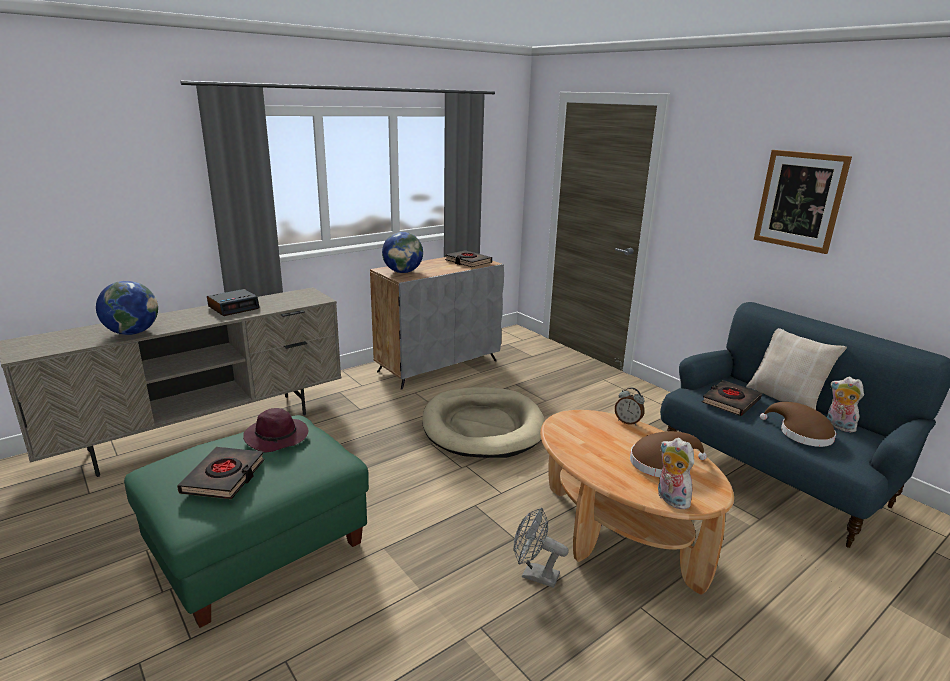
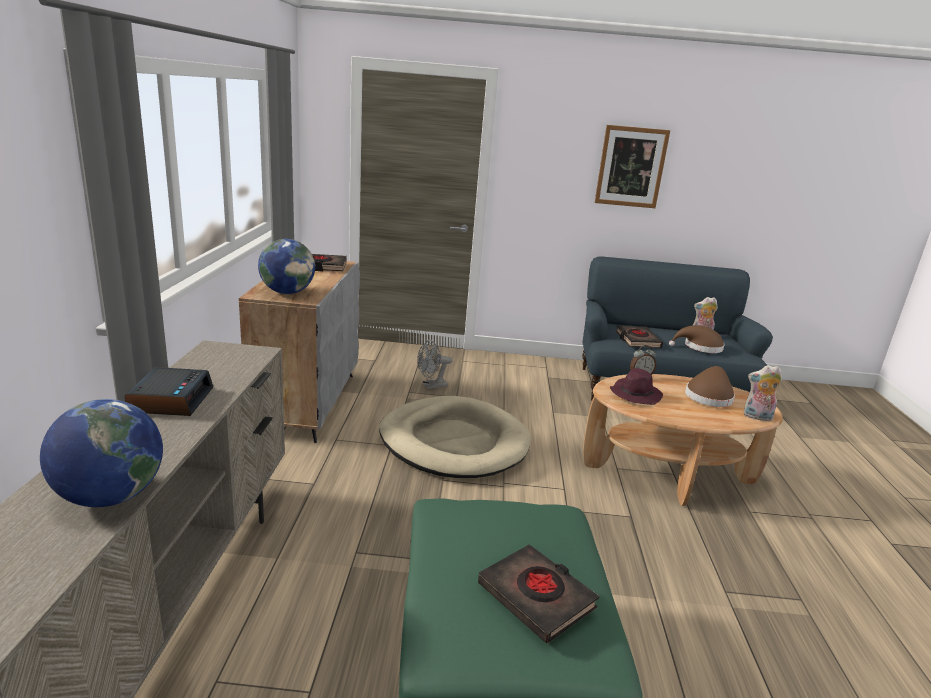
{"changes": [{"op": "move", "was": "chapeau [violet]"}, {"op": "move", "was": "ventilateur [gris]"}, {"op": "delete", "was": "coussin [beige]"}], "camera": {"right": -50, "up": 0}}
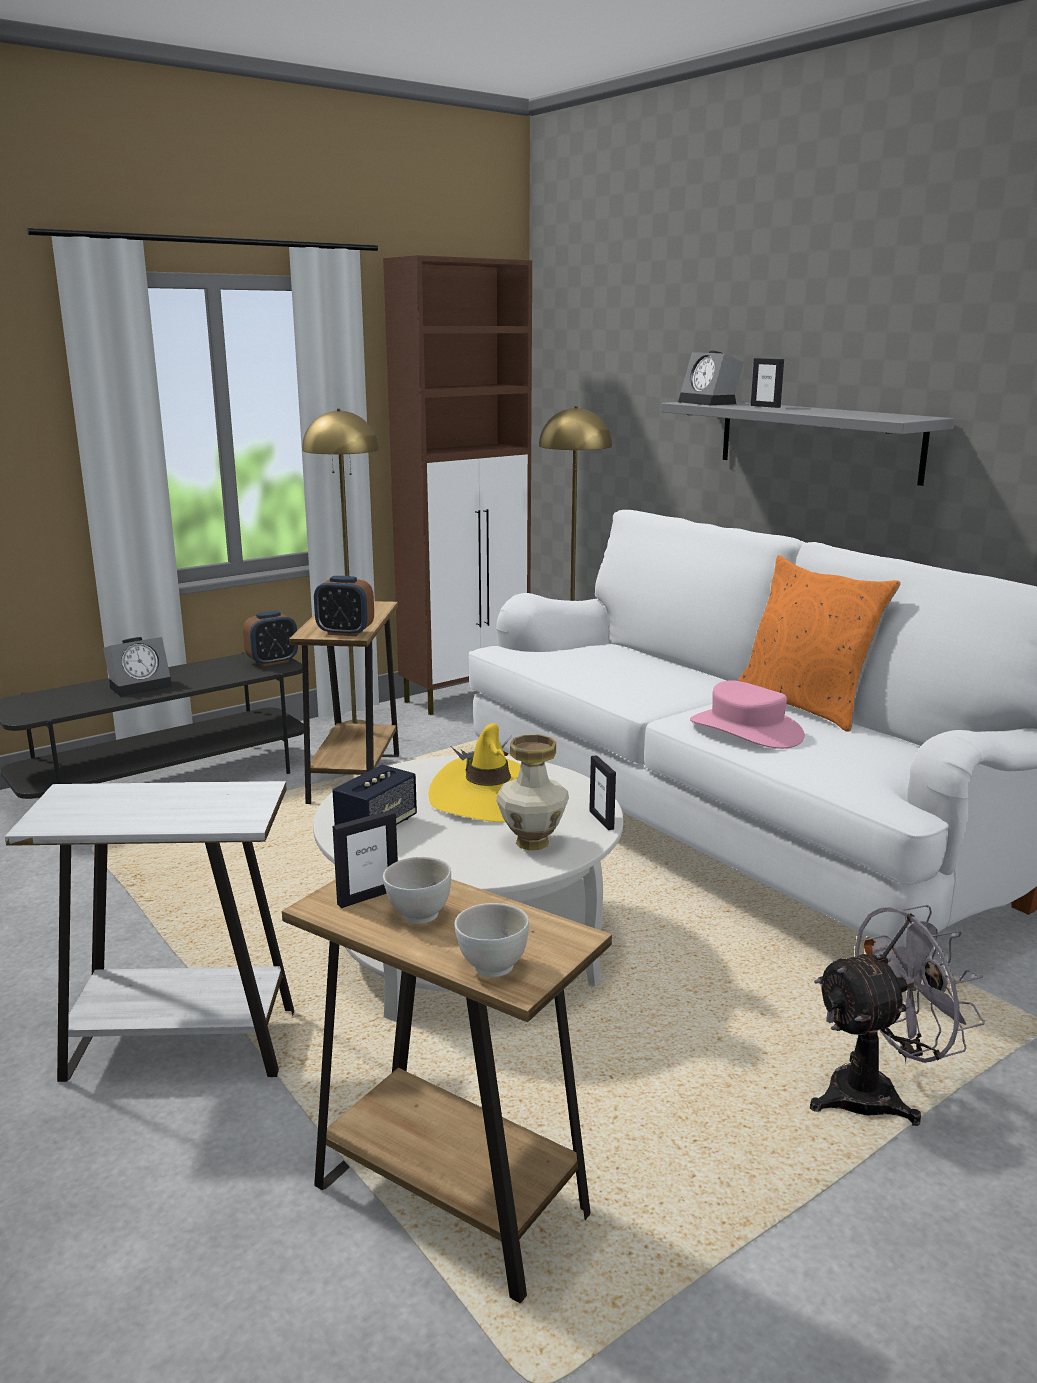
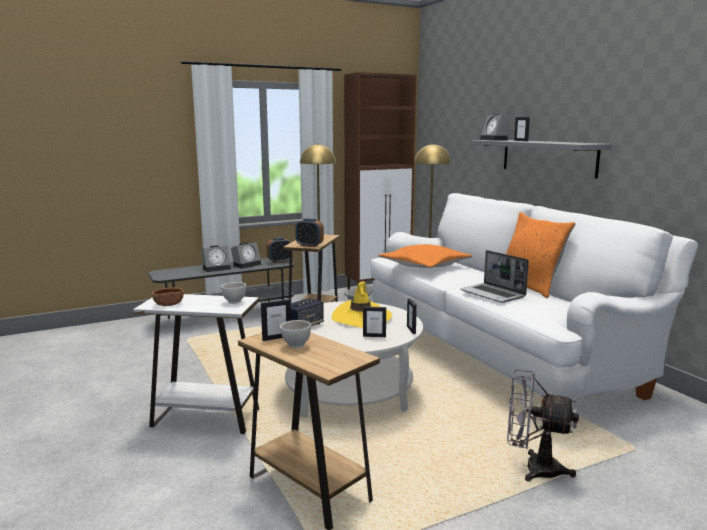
{"changes": [{"op": "move", "was": "bol [blanc] (2nd from left in the first image)", "now": "bol [blanc] (1st from left)"}, {"op": "replace", "was": "vase", "now": "cadre photo (2nd from left)"}, {"op": "replace", "was": "chapeau [rose]", "now": "ordinateur portable"}, {"op": "rotate", "was": "ventilateur [gris]", "clockwise": -150}, {"op": "insert", "now": "bol [marron]"}, {"op": "insert", "now": "réveil (2nd from left)"}, {"op": "insert", "now": "coussin [orange] (1st from left)"}], "camera": {"right": 10, "up": -5}}
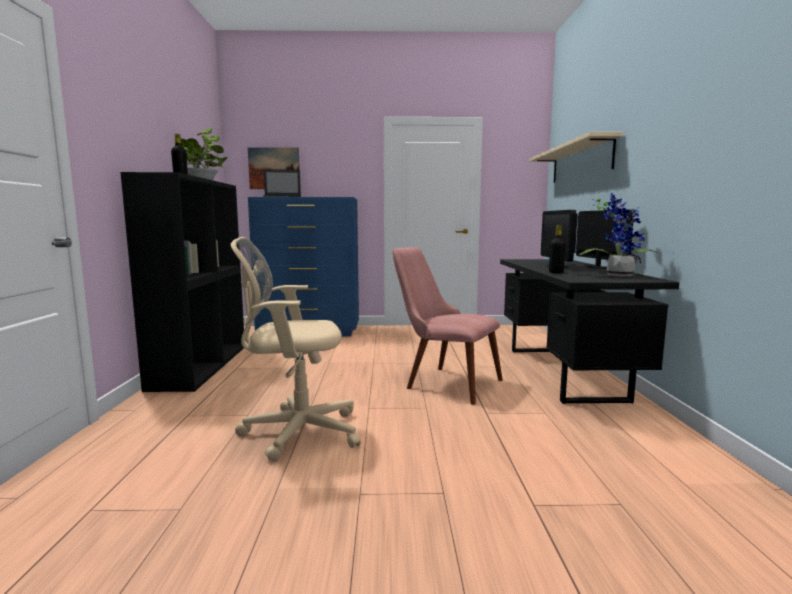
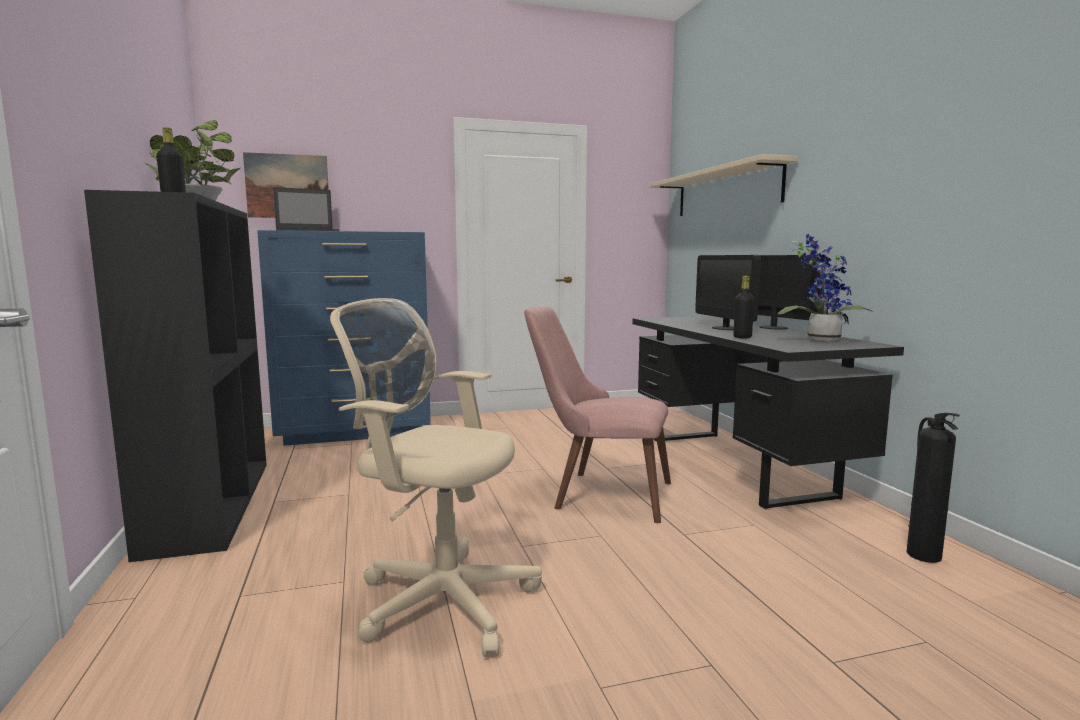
{"changes": [{"op": "rotate", "was": "chaise de bureau [beige]", "clockwise": 45}, {"op": "insert", "now": "extincteur"}], "camera": {"right": -15, "up": 0}}
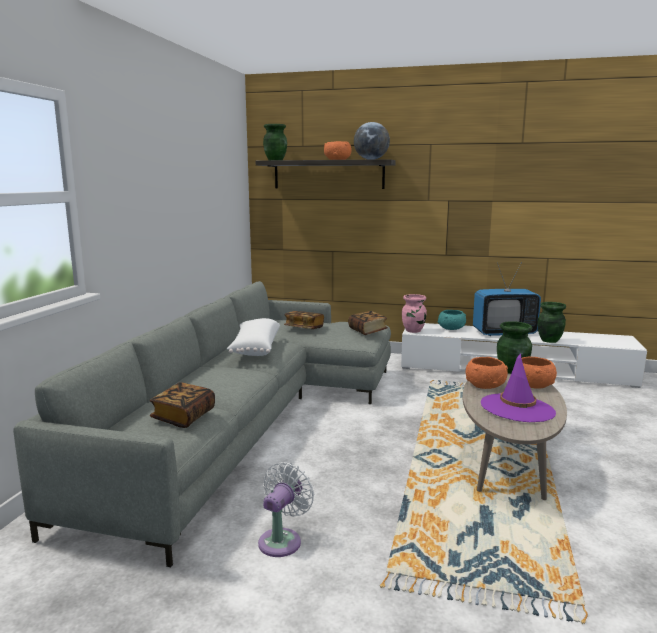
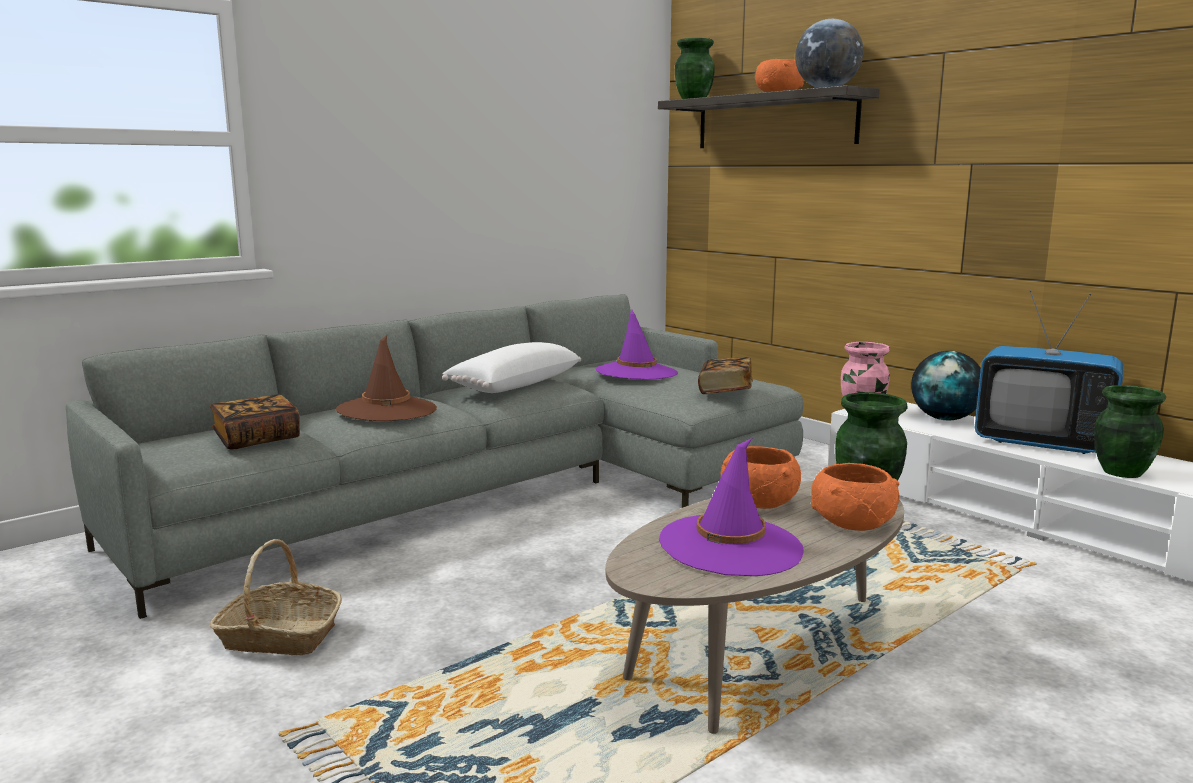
{"changes": [{"op": "replace", "was": "ventilateur [blanc]", "now": "panier"}, {"op": "replace", "was": "livre (2nd from left)", "now": "chapeau [violet] (1st from left)"}, {"op": "replace", "was": "bol [turquoise]", "now": "globe (2nd from left)"}, {"op": "insert", "now": "chapeau [marron]"}], "camera": {"right": 35, "up": 0}}
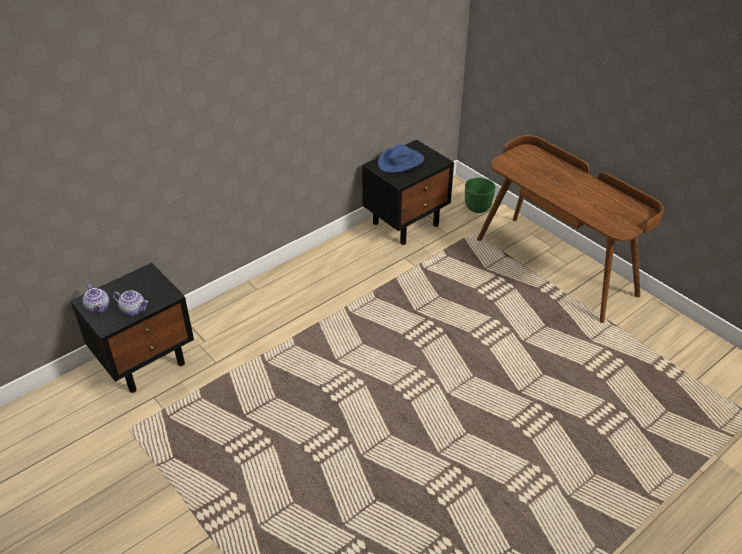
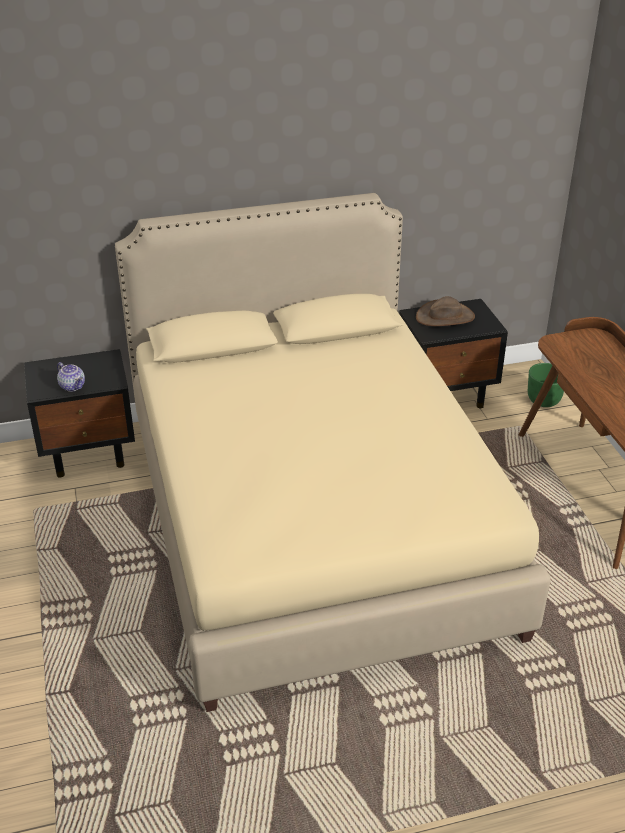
{"changes": [{"op": "delete", "was": "théière (1st from left)"}, {"op": "recolor", "was": "chapeau [bleu]", "now": "chapeau [marron]"}, {"op": "insert", "now": "lit [beige]"}], "camera": {"right": 25, "up": -5}}
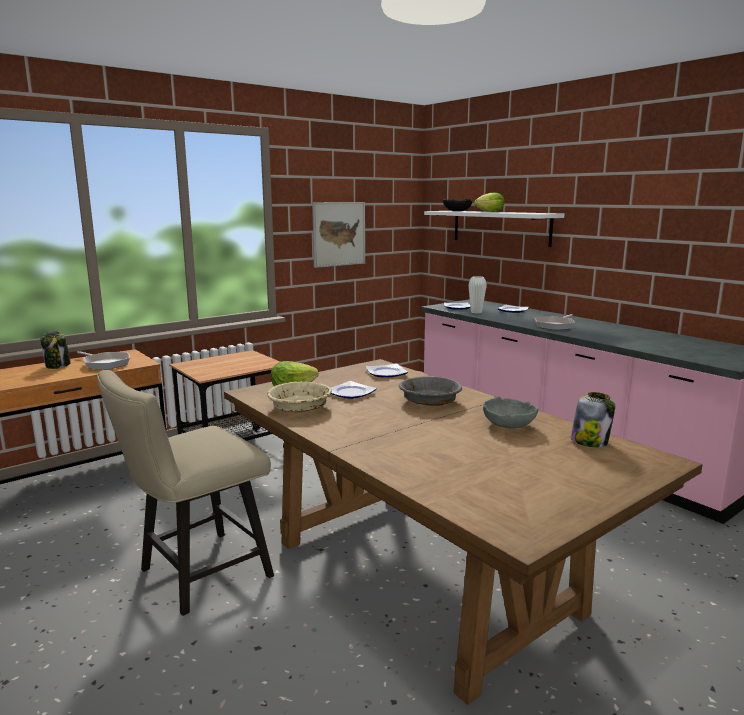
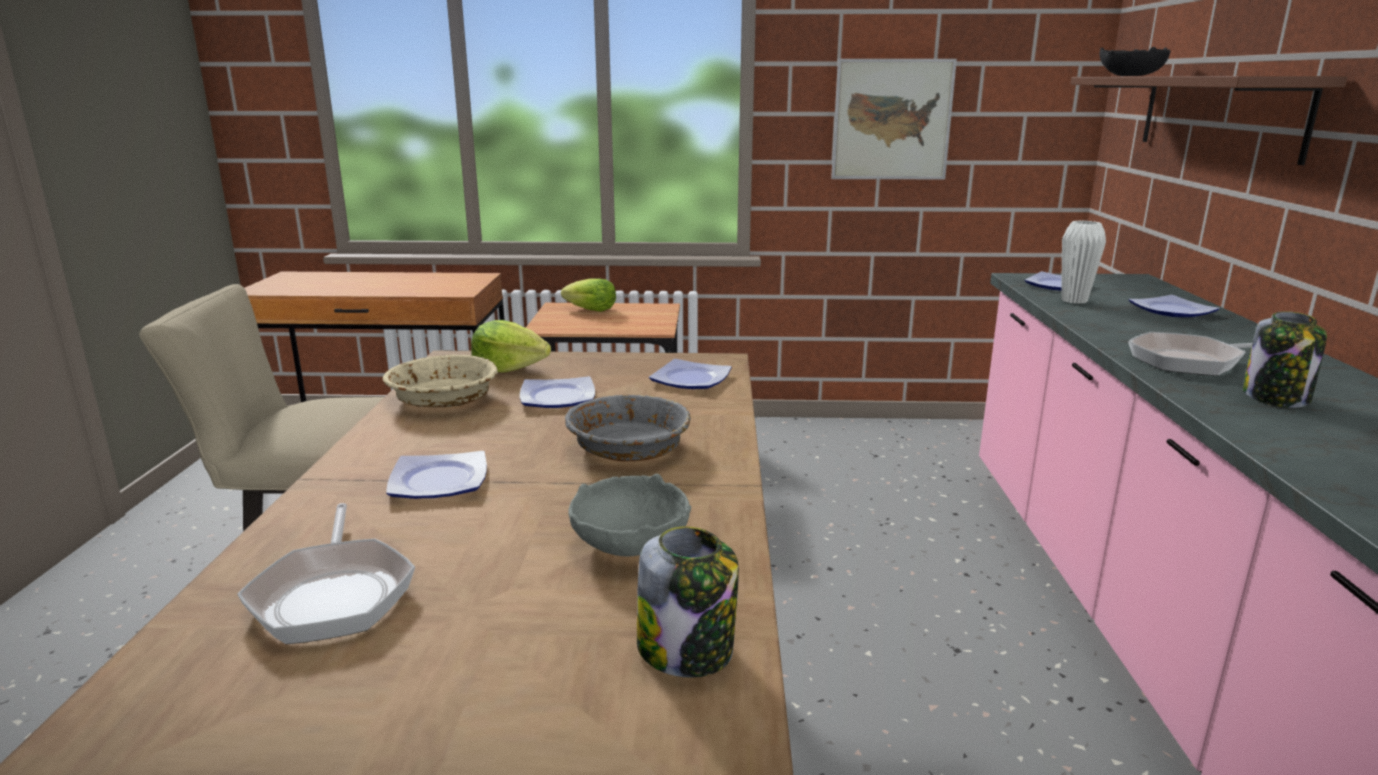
{"changes": [{"op": "move", "was": "bocal (1st from left in the first image)", "now": "bocal (2nd from left)"}, {"op": "move", "was": "poêle (1st from left)"}, {"op": "recolor", "was": "étagère [blanc]", "now": "étagère [marron]"}, {"op": "move", "was": "laitue (2nd from left)"}, {"op": "insert", "now": "assiette (1st from left)"}], "camera": {"right": 40, "up": 5}}
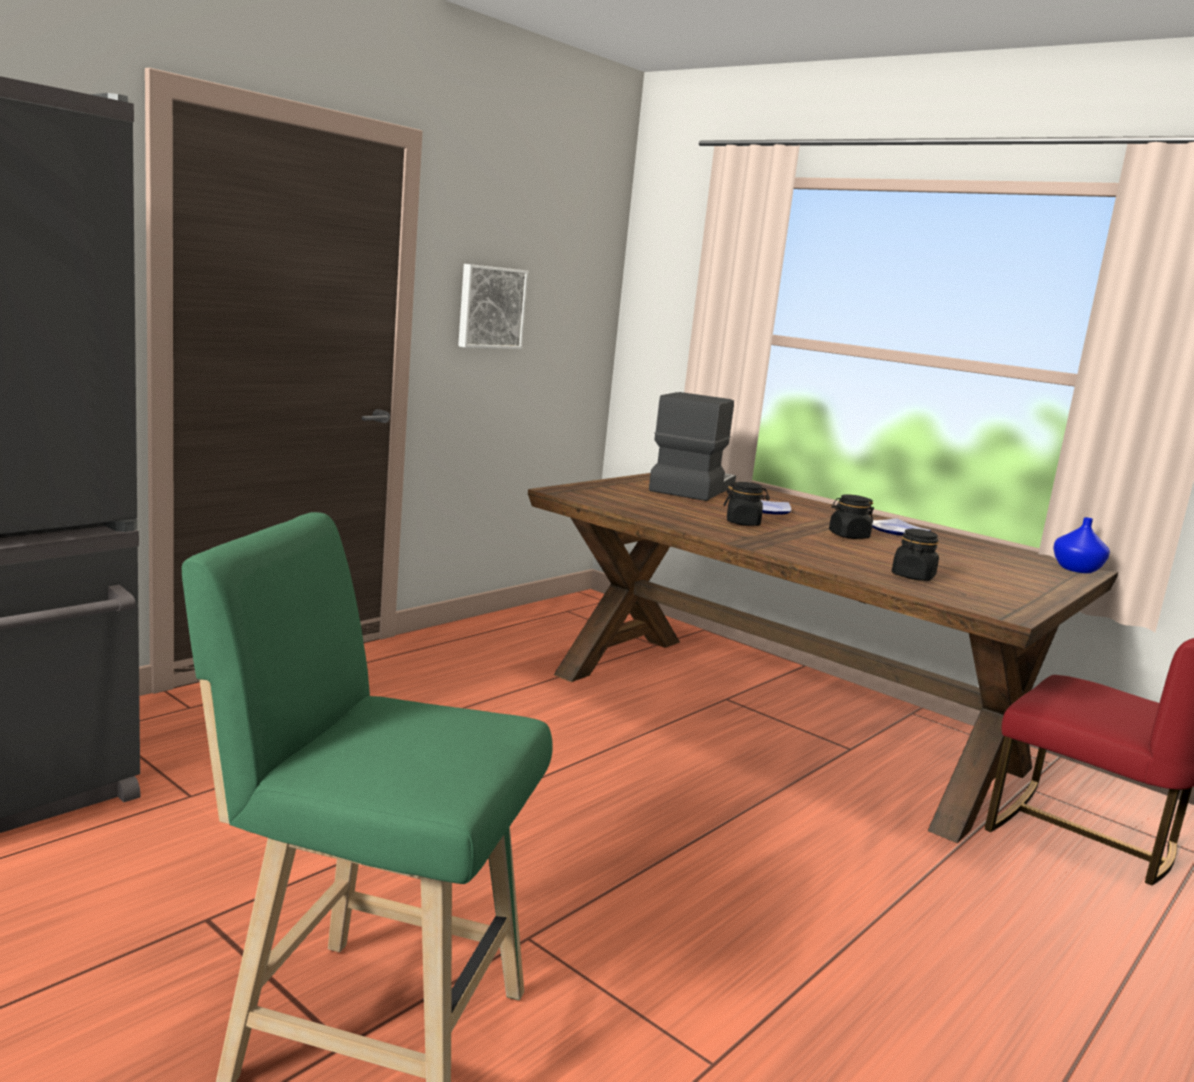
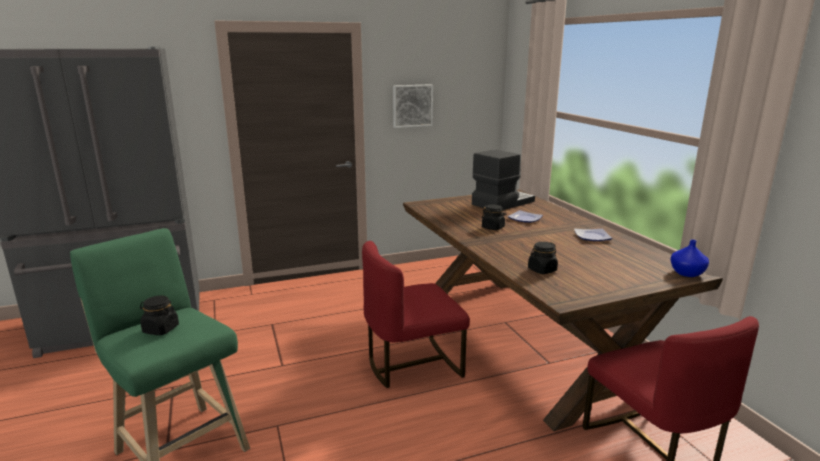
{"changes": [{"op": "move", "was": "bocal [noir] (2nd from left in the first image)", "now": "bocal [noir] (1st from left)"}, {"op": "insert", "now": "chaise [rouge] (1st from left)"}], "camera": {"right": 30, "up": 5}}
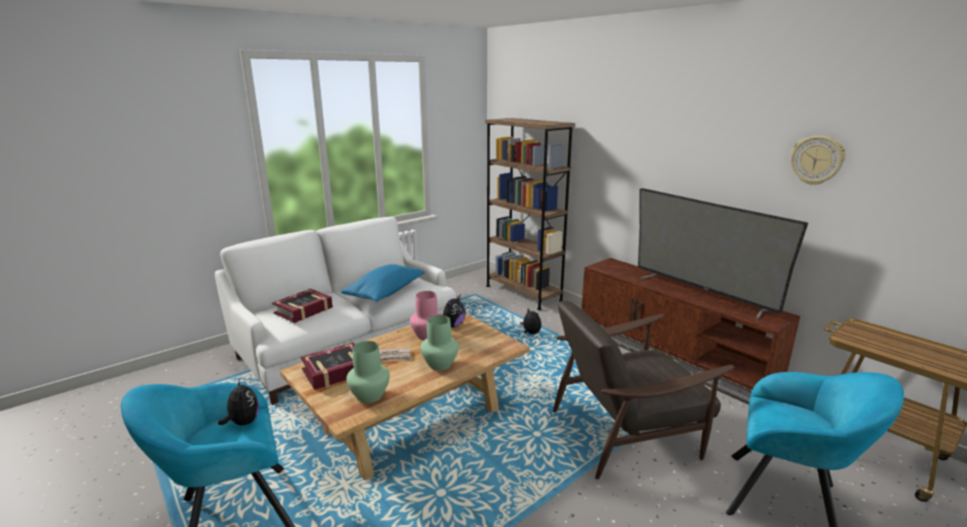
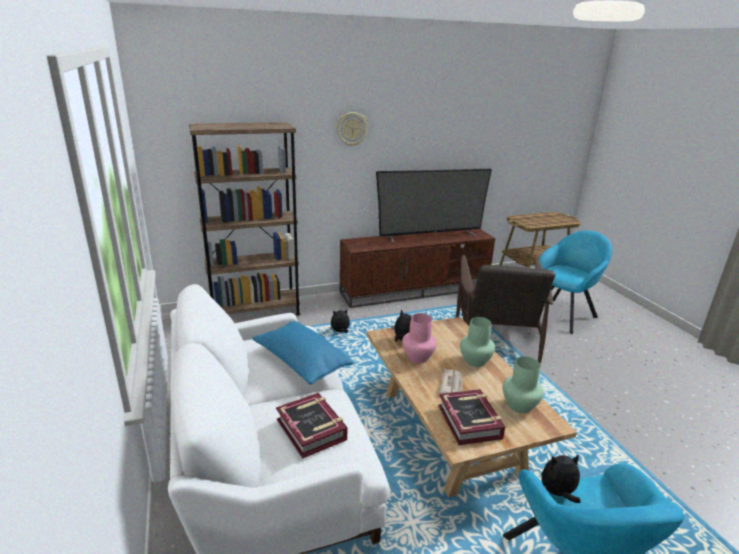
{"changes": [{"op": "move", "was": "horloge murale"}], "camera": {"right": -70, "up": 5}}
